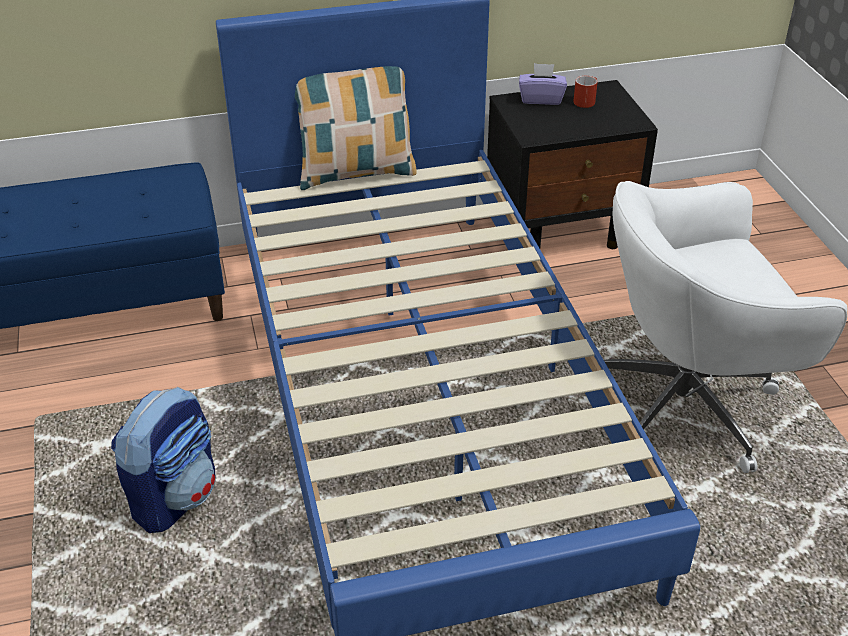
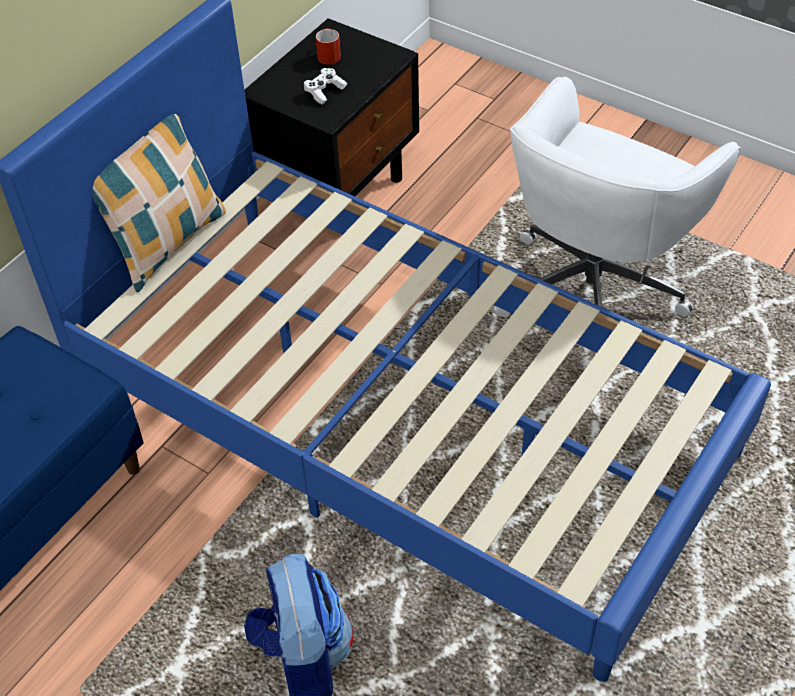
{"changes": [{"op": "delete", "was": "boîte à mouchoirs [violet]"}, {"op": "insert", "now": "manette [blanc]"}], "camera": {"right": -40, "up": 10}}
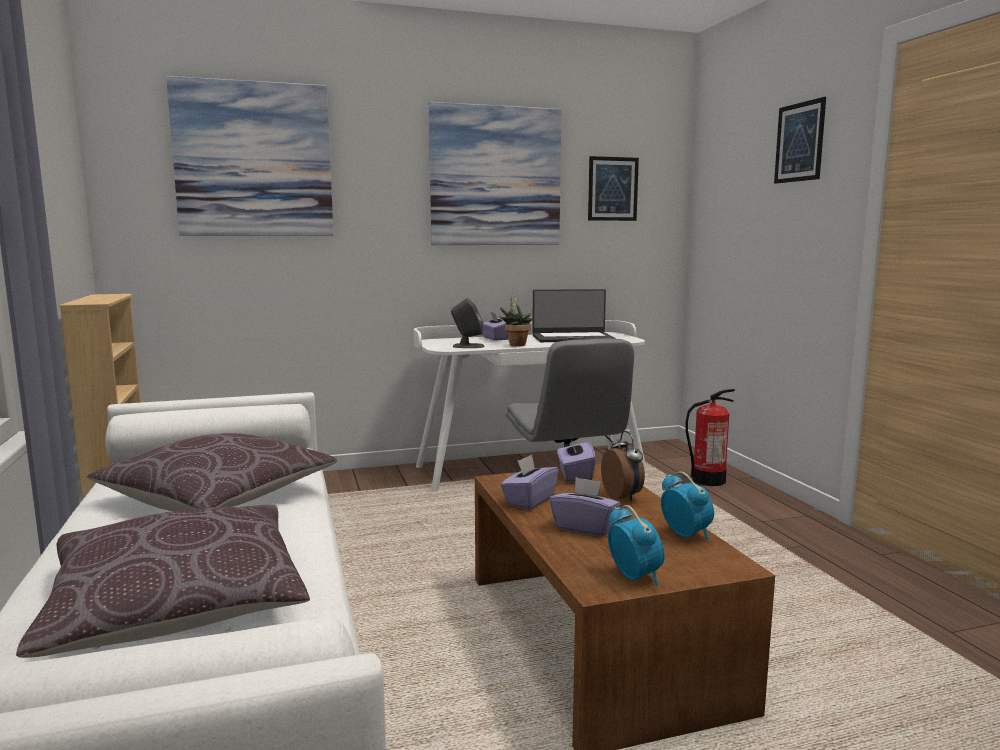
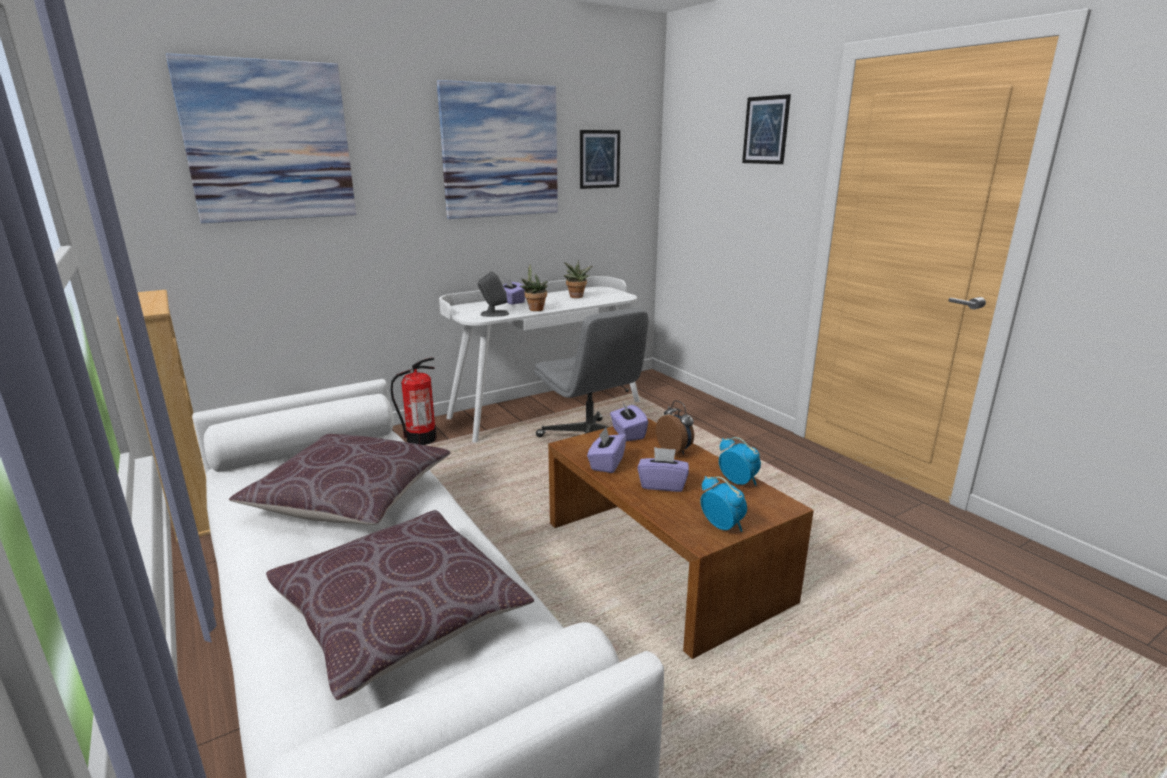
{"changes": [{"op": "replace", "was": "ordinateur portable", "now": "plante en pot (2nd from left)"}, {"op": "move", "was": "extincteur"}], "camera": {"right": -15, "up": 10}}
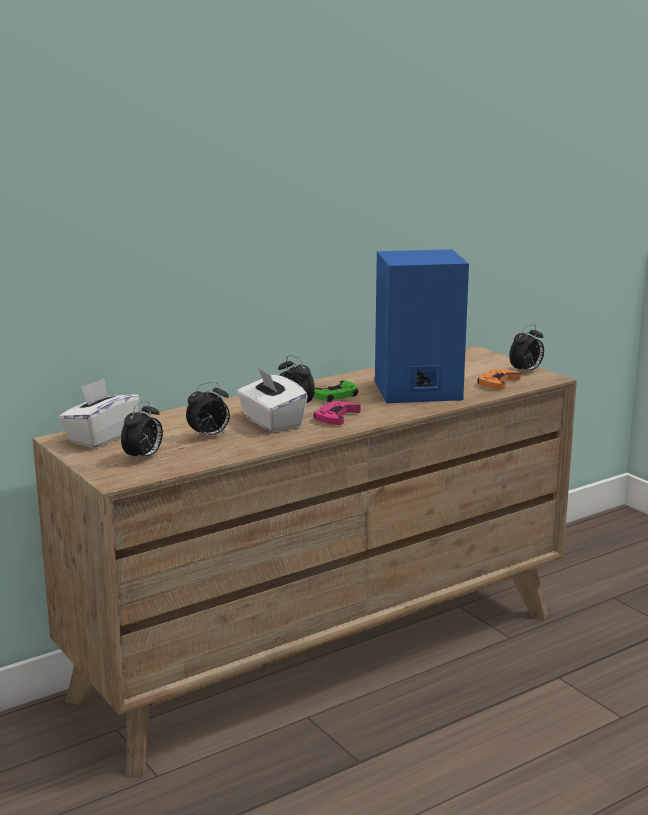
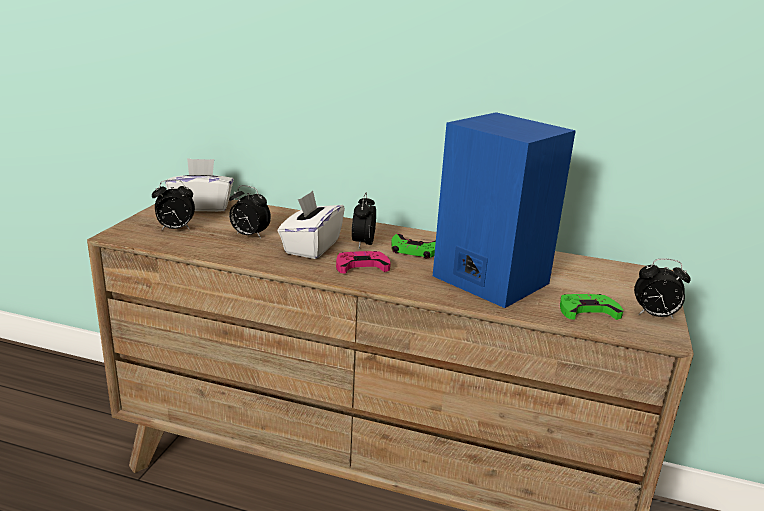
{"changes": [{"op": "recolor", "was": "manette [orange]", "now": "manette [vert] (2nd from left)"}], "camera": {"right": 50, "up": 5}}
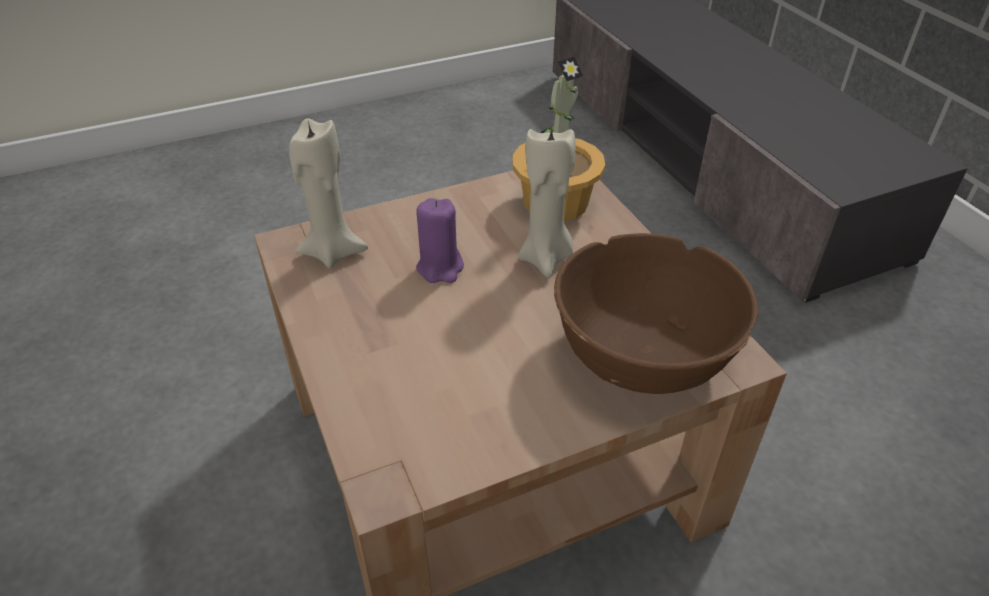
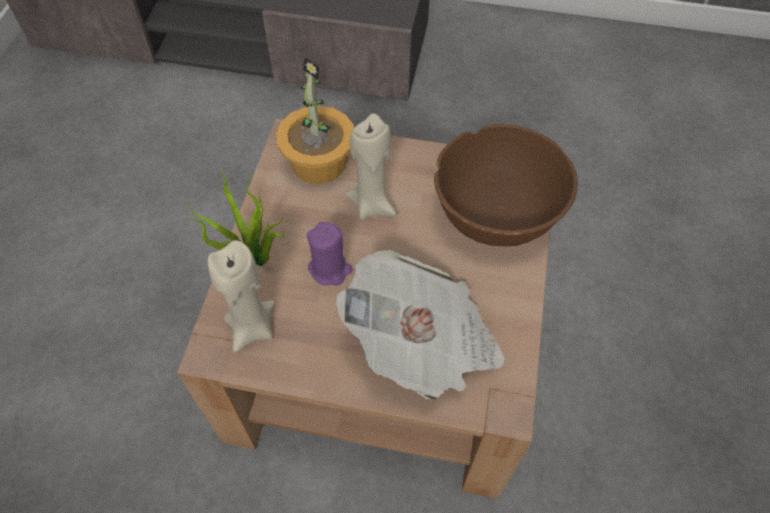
{"changes": [{"op": "insert", "now": "plante en pot (1st from left)"}, {"op": "insert", "now": "journal"}], "camera": {"right": -55, "up": 15}}
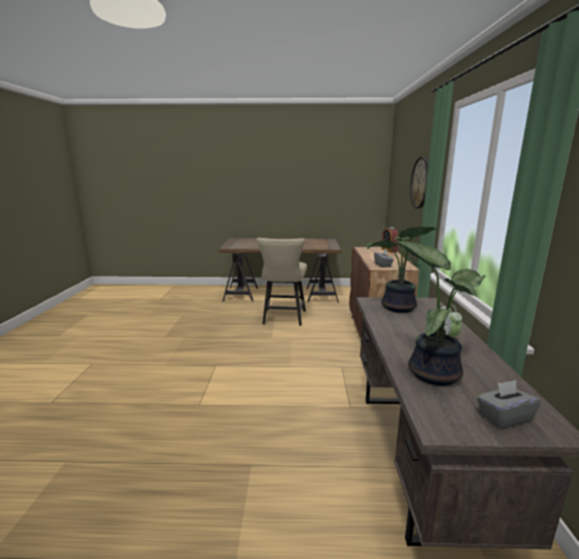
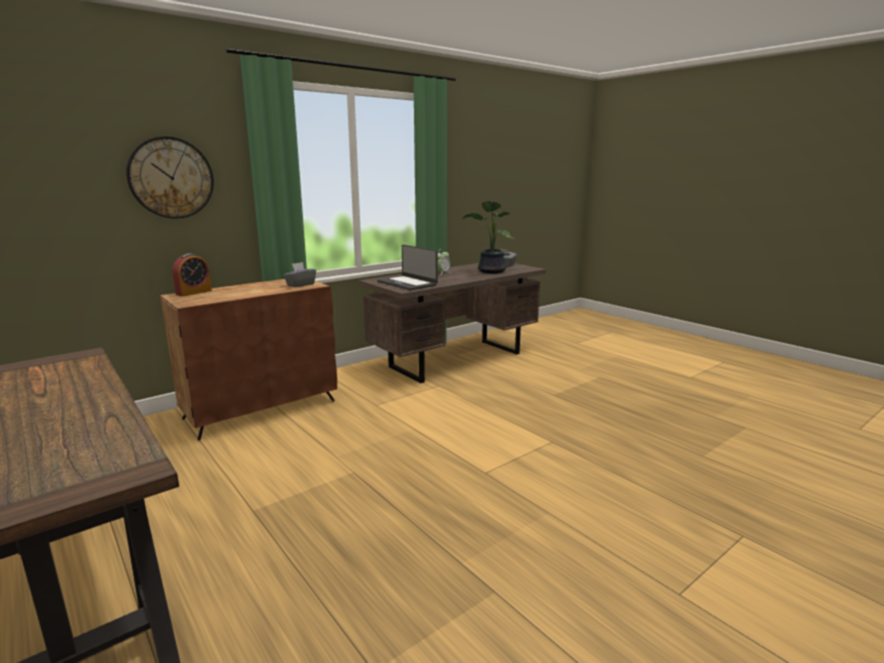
{"changes": [{"op": "delete", "was": "chaise [beige]"}, {"op": "replace", "was": "plante en pot (1st from left)", "now": "ordinateur portable"}], "camera": {"right": -130, "up": 0}}
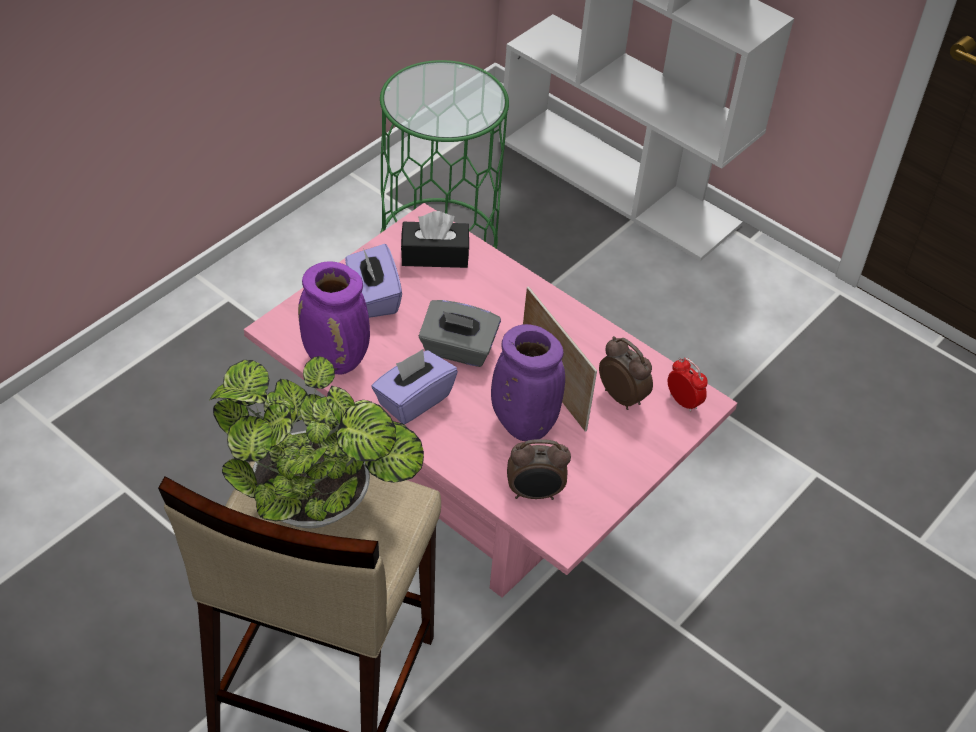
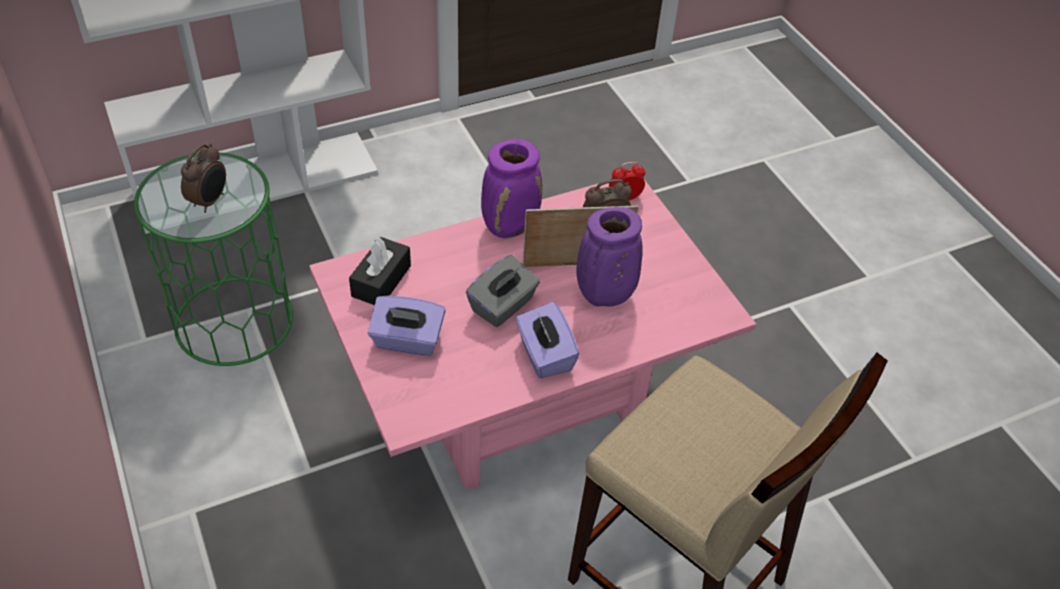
{"changes": [{"op": "delete", "was": "plante en pot"}, {"op": "move", "was": "vase [violet] (1st from left)"}, {"op": "move", "was": "réveil (1st from left)"}], "camera": {"right": -65, "up": 0}}
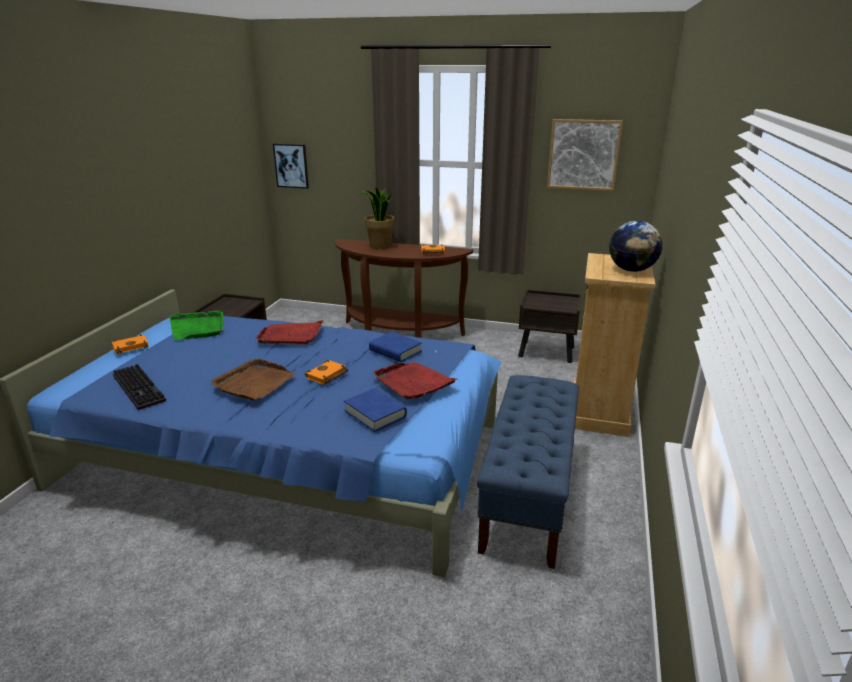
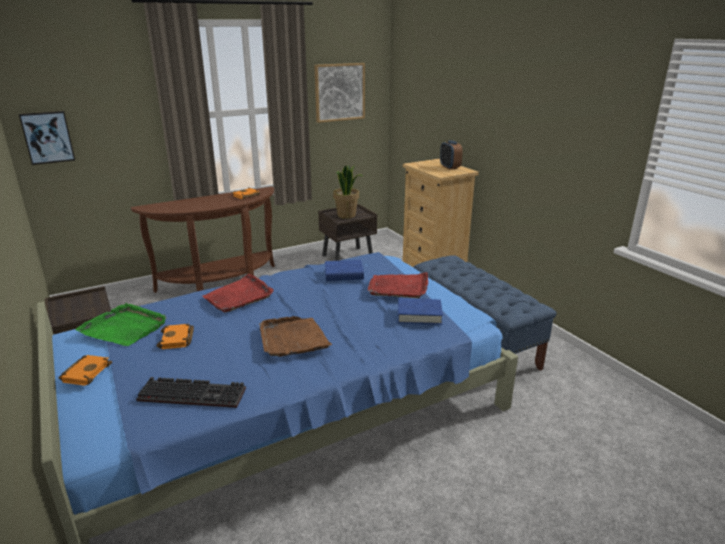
{"changes": [{"op": "move", "was": "livre [orange] (2nd from left)"}, {"op": "move", "was": "plante en pot"}, {"op": "replace", "was": "globe", "now": "réveil"}], "camera": {"right": -45, "up": 0}}
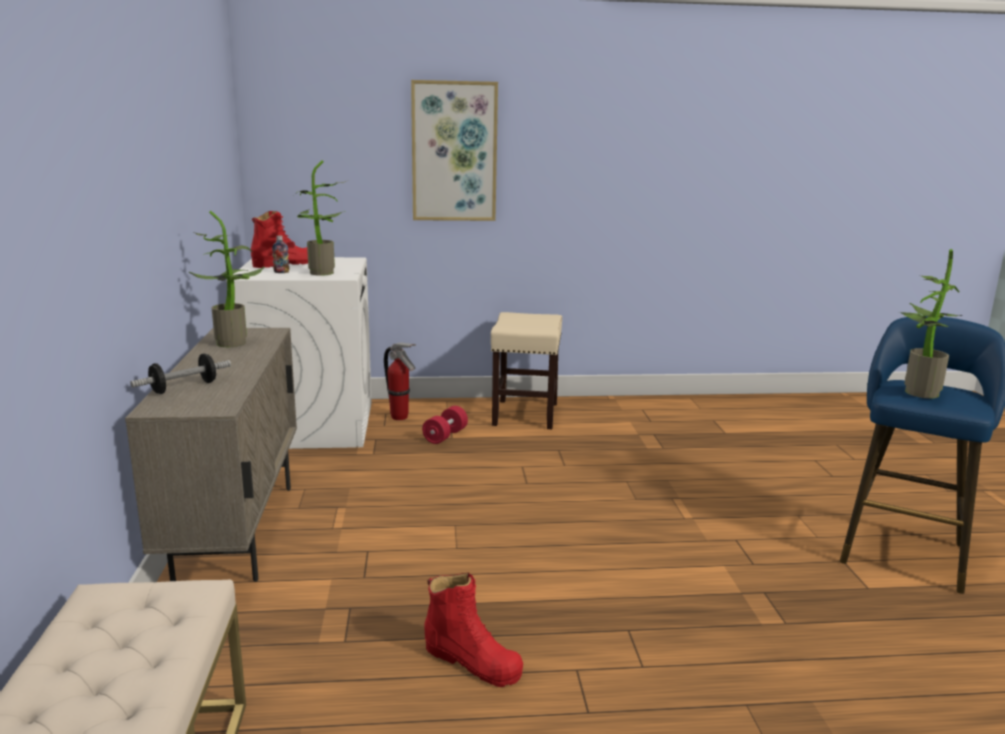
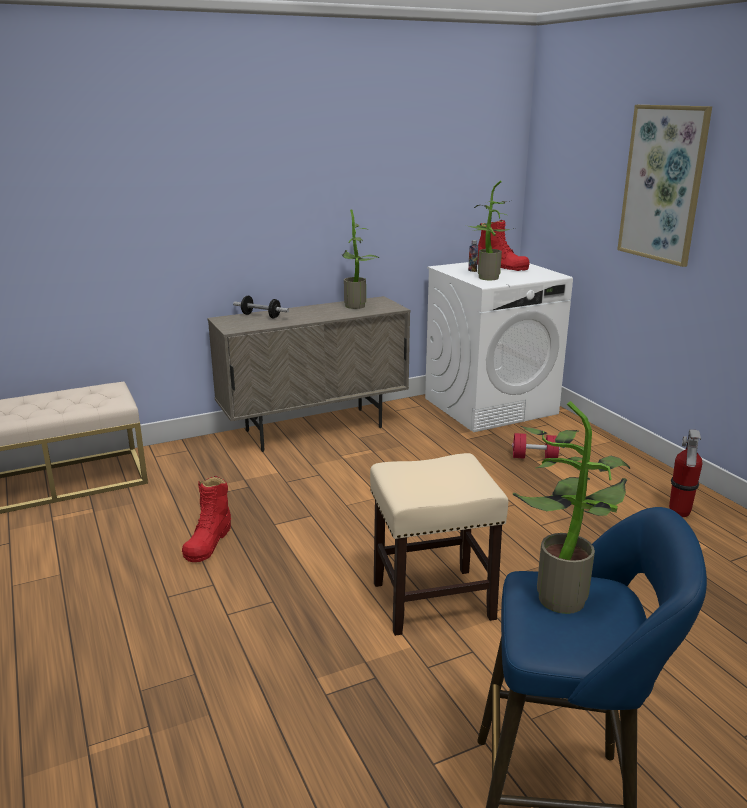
{"changes": [{"op": "move", "was": "extincteur"}, {"op": "move", "was": "tabouret [beige]"}], "camera": {"right": 70, "up": 5}}
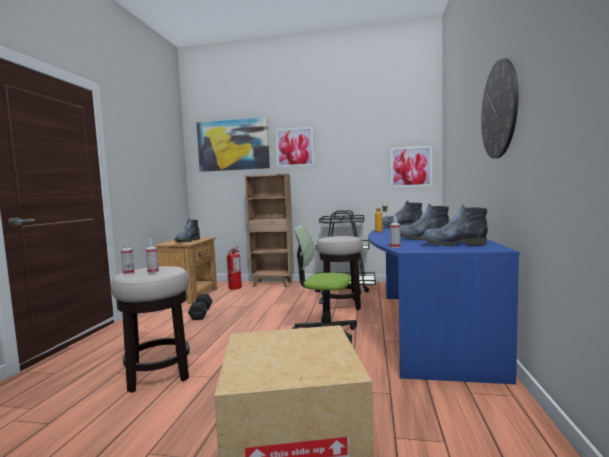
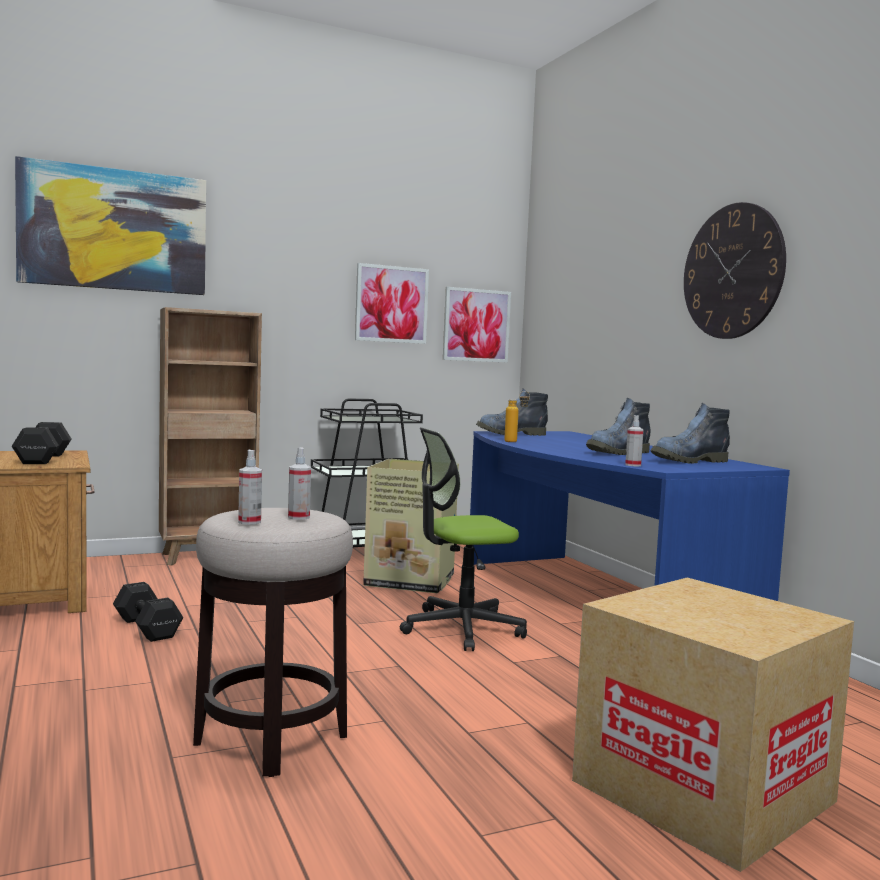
{"changes": [{"op": "replace", "was": "botte (1st from left)", "now": "haltère [noir] (1st from left)"}, {"op": "delete", "was": "extincteur"}, {"op": "move", "was": "tableau (2nd from left)"}, {"op": "replace", "was": "tabouret (2nd from left)", "now": "carton (1st from left)"}], "camera": {"right": -35, "up": 0}}
